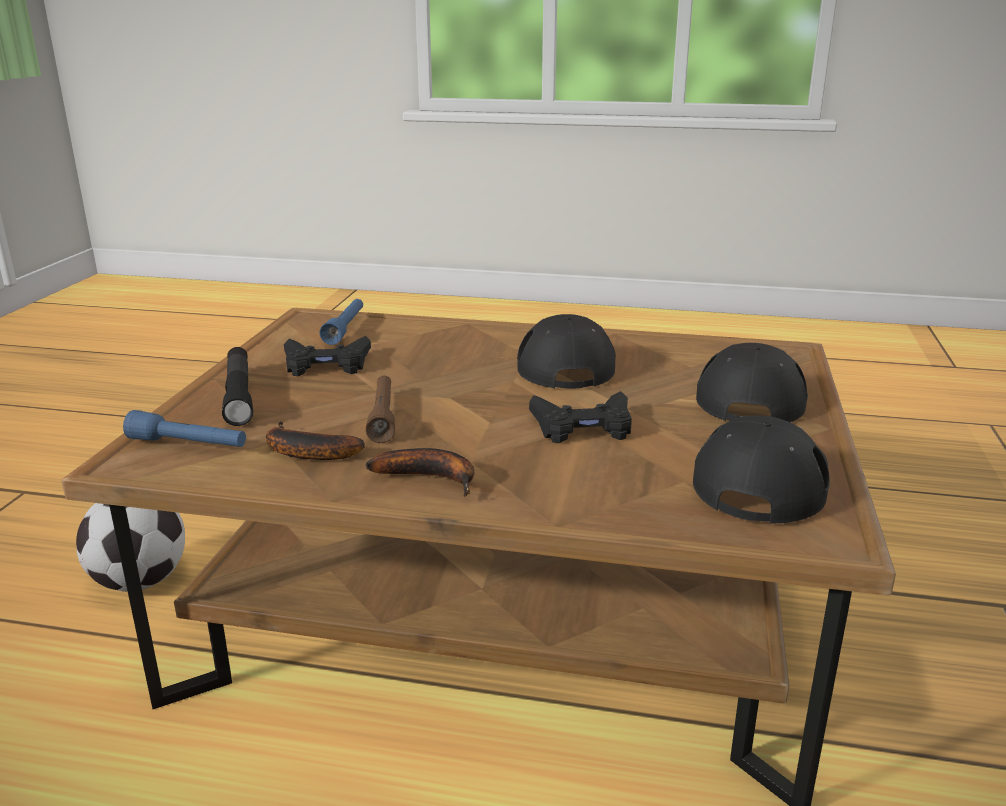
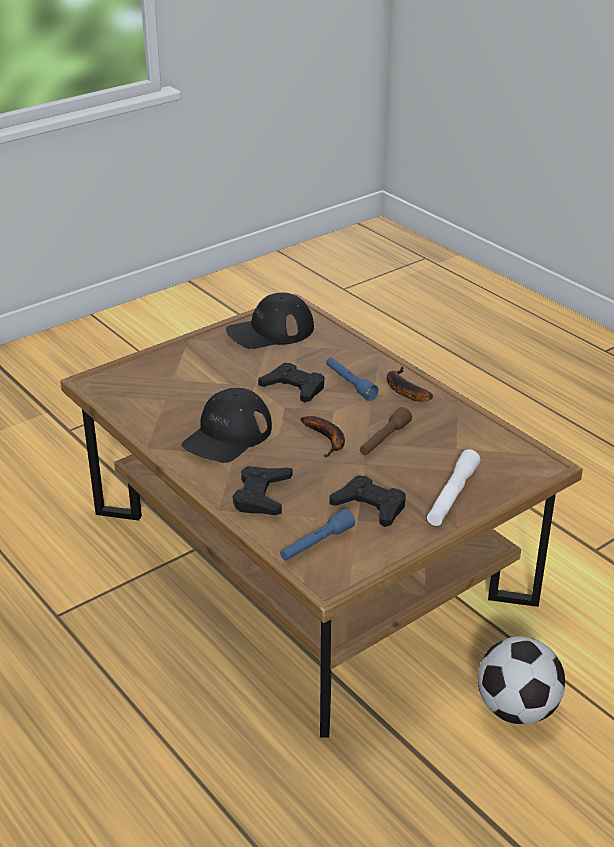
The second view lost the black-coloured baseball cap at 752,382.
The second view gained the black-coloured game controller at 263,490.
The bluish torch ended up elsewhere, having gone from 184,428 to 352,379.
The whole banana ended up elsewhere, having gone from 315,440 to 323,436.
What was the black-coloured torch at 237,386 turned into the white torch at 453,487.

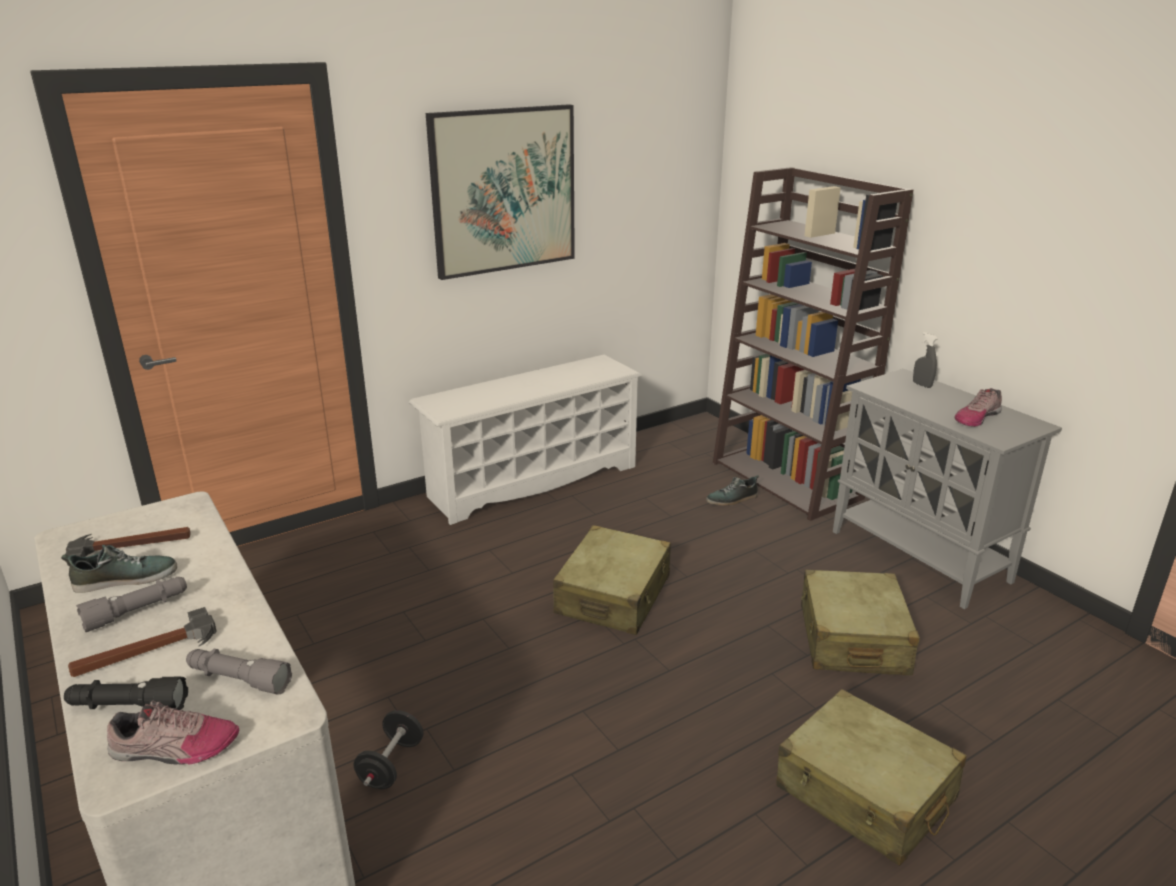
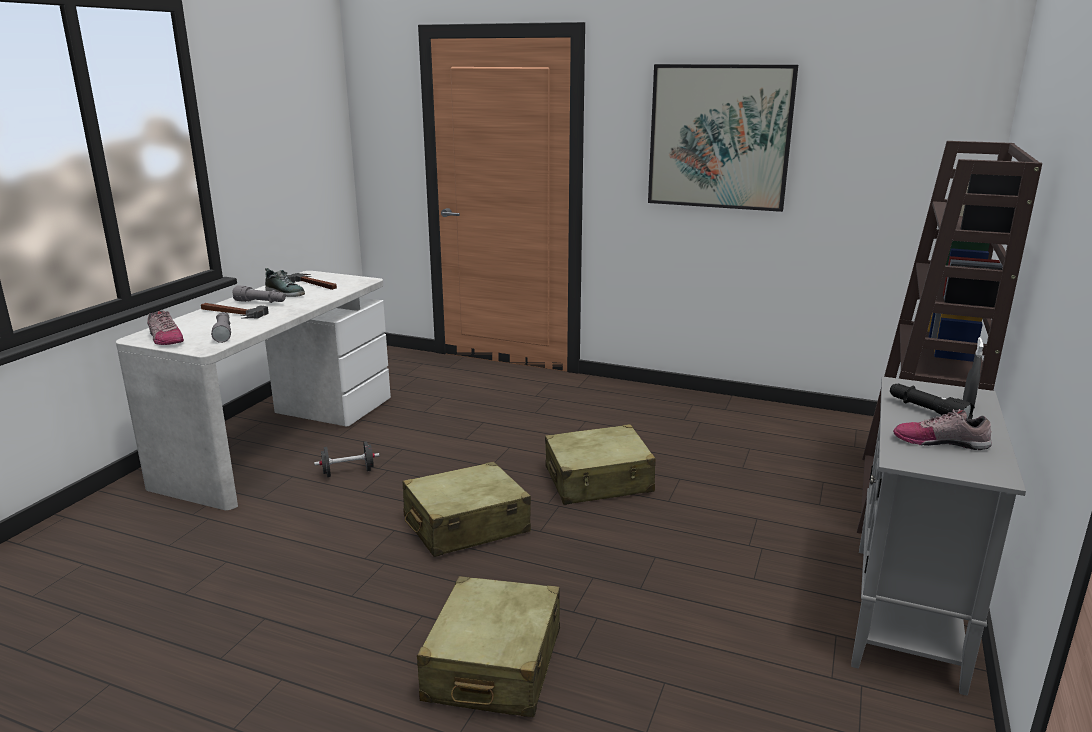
The second view lost the white shoe stand at 525,440.
The second view lost the item of footwear at 732,490.
The black-coloured torch ended up elsewhere, having gone from 126,693 to 932,401.
The beige travel case ended up elsewhere, having gone from 860,622 to 467,509.

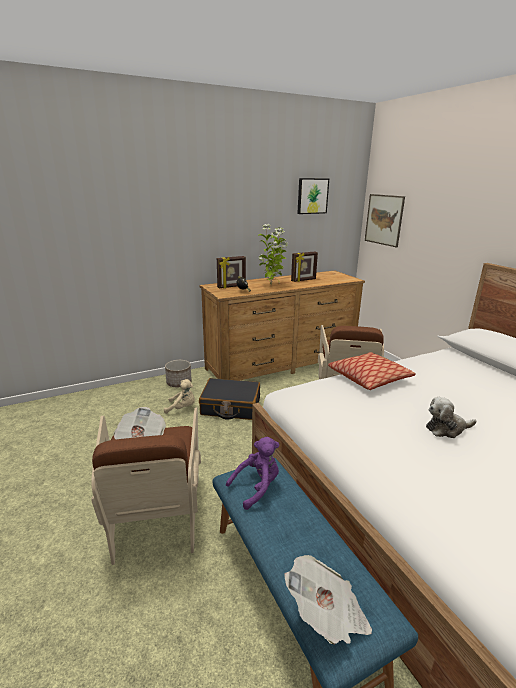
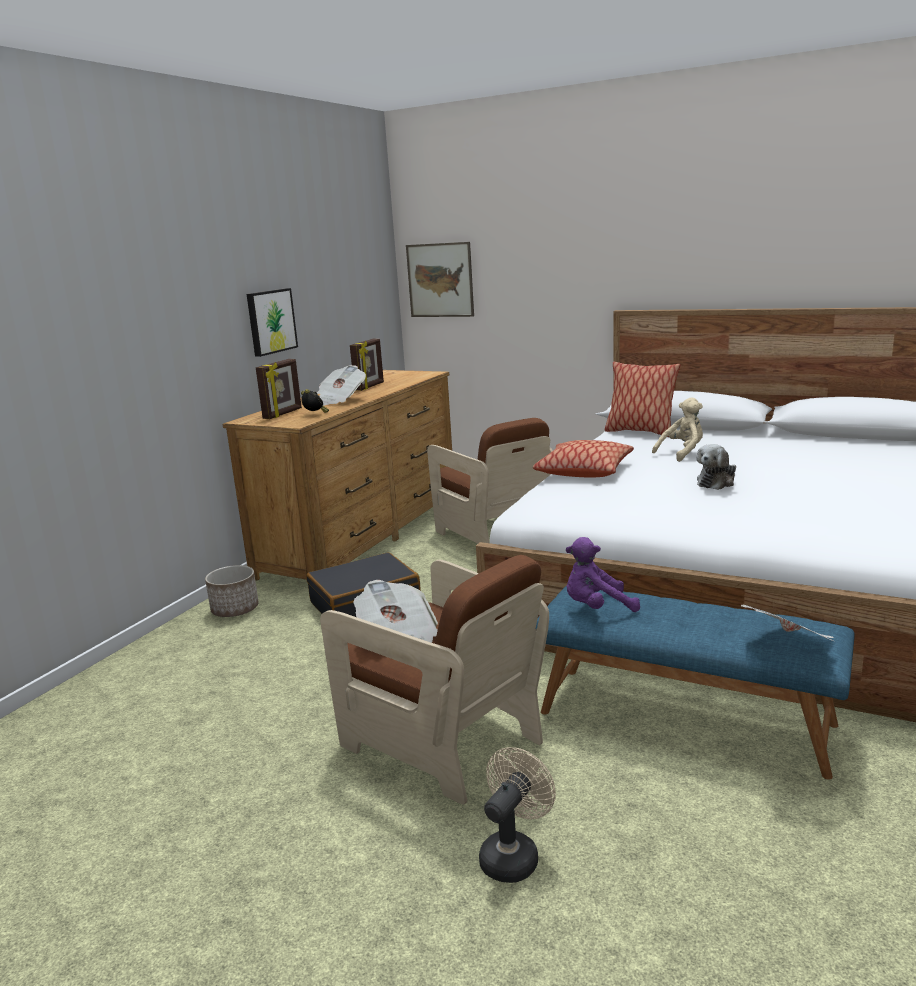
The second view gained the beige cooling fan at 517,815.
The second view gained the pillow at 642,399.
The beige cuddly toy ended up elsewhere, having gone from 179,396 to 677,429.
The wall picture ended up elsewhere, having gone from 313,196 to 272,322.
Where the potted plant stood at 273,254, the daily paper came to stand at 341,385.
The purplish cuddly toy at 253,473 ended up facing another way, 120 degrees counterclockwise from before.

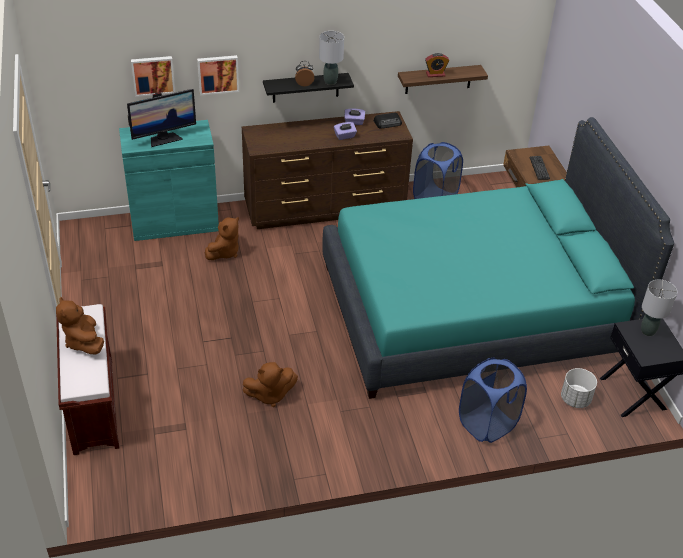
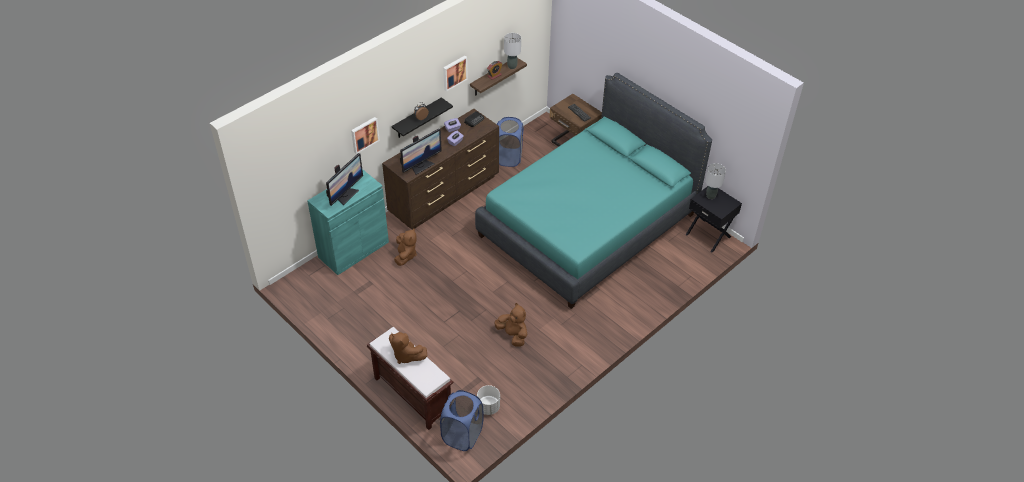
The second view gained the computer display at 421,152.
The wall picture ended up elsewhere, having gone from 153,76 to 455,74.
The greyish table lamp ended up elsewhere, having gone from 331,58 to 512,51.
The bluish laundry basket ended up elsewhere, having gone from 493,400 to 461,420.
The white flower pot ended up elsewhere, having gone from 579,388 to 488,400.
The brown cuddly toy at 270,384 ended up facing another way, 90 degrees counterclockwise from before.

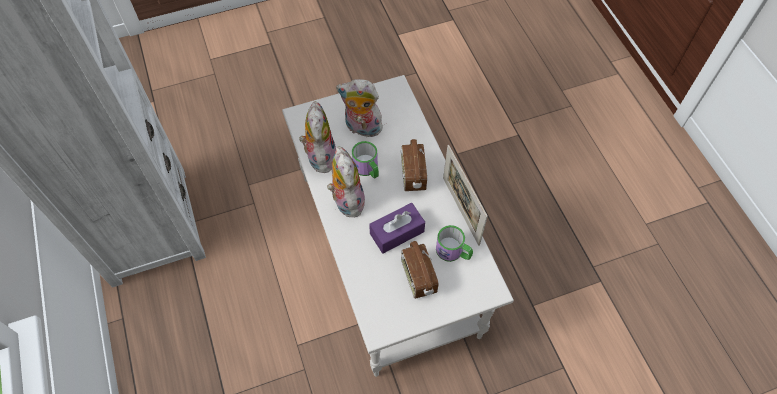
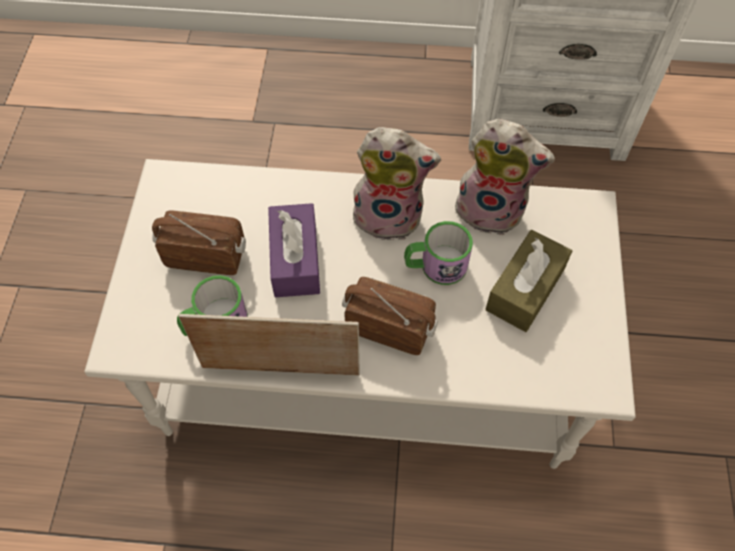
Where the cuddly toy stood at 359,108, the brown tissue holder came to stand at 529,281.

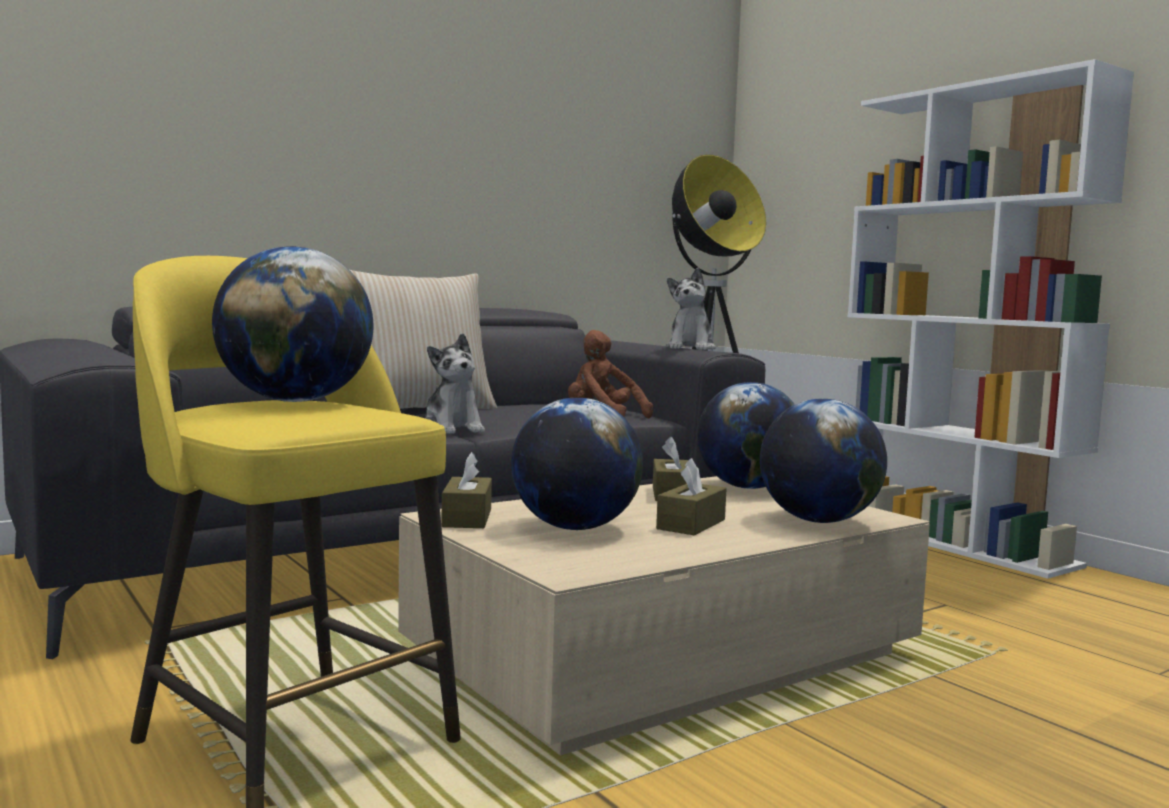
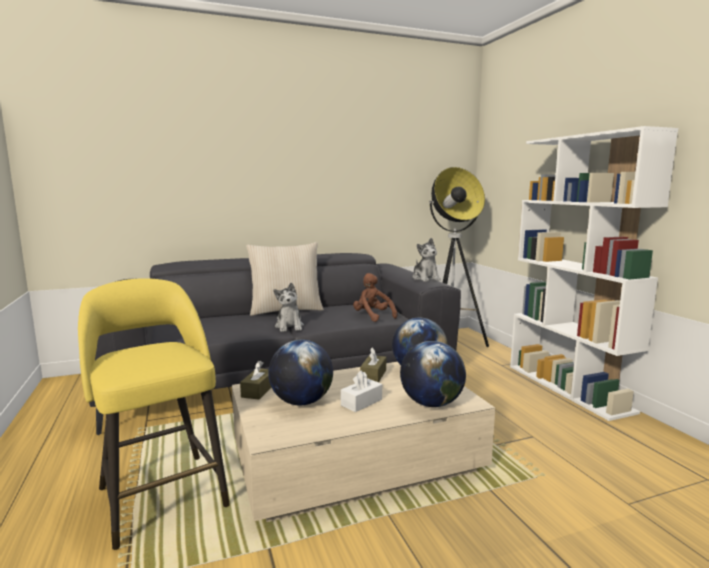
The second view lost the globe at 293,324.
What was the brown tissue holder at 691,496 turned into the white tissue holder at 361,391.
The cuddly toy at 691,309 ended up facing another way, 45 degrees counterclockwise from before.

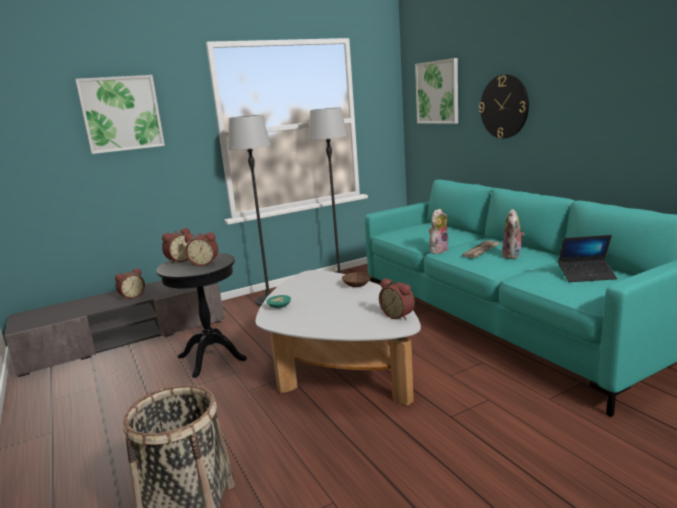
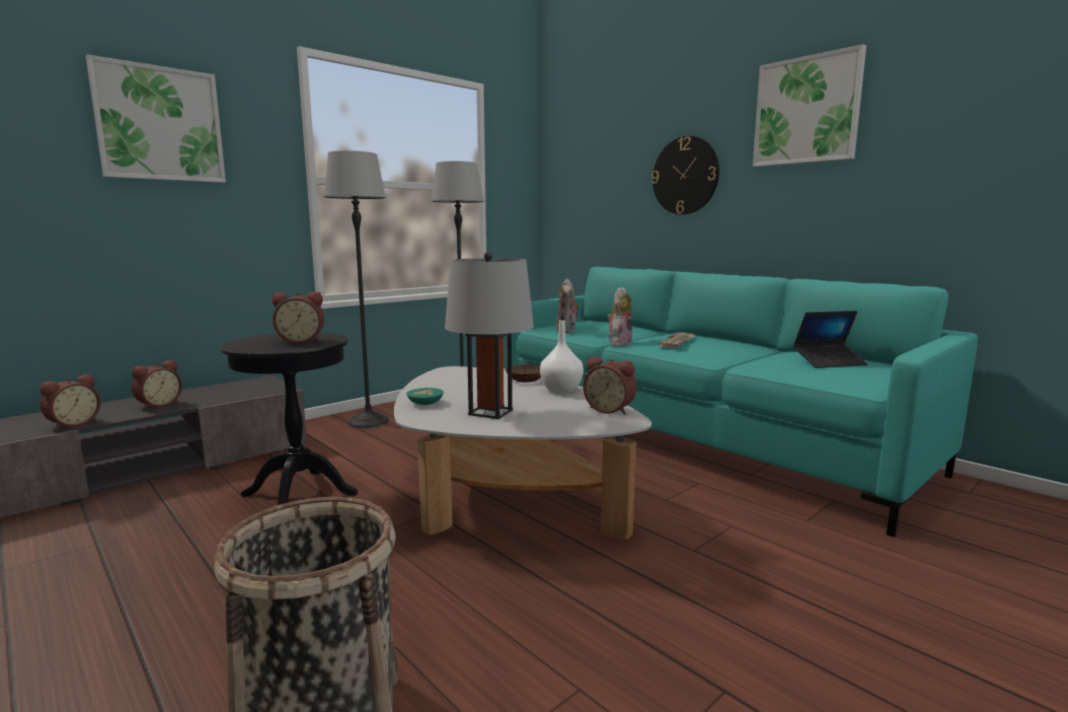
The second view gained the greyish table lamp at 489,335.
The second view gained the white decorative vase at 562,356.
The alarm clock ended up elsewhere, having gone from 176,246 to 70,402.
The wall picture ended up elsewhere, having gone from 436,91 to 810,105.
The cuddly toy ended up elsewhere, having gone from 513,234 to 568,306.

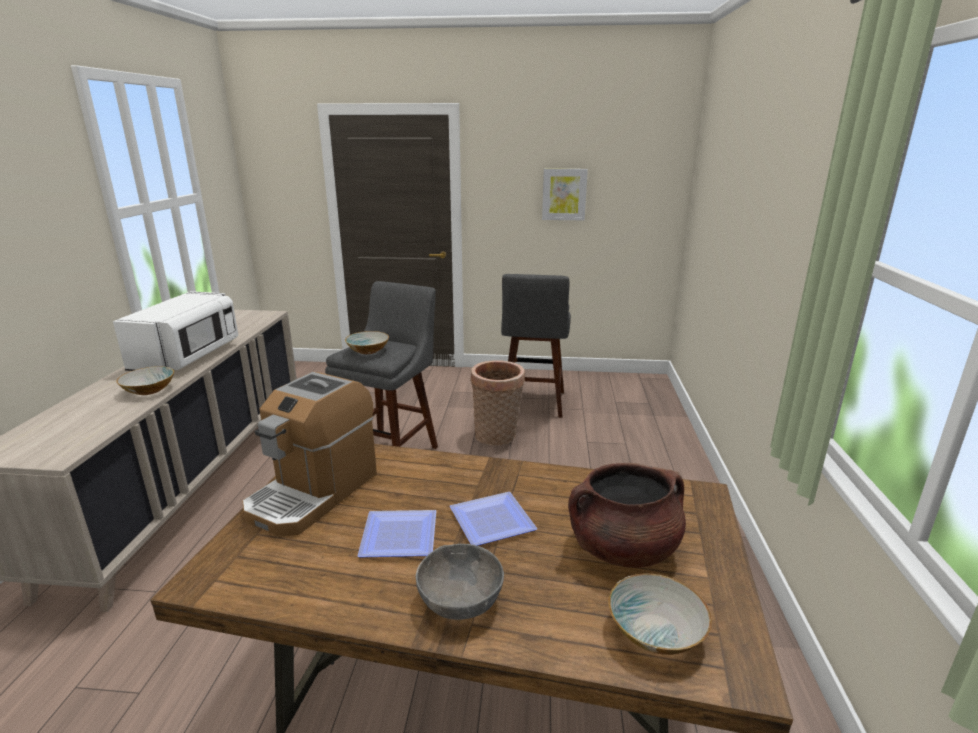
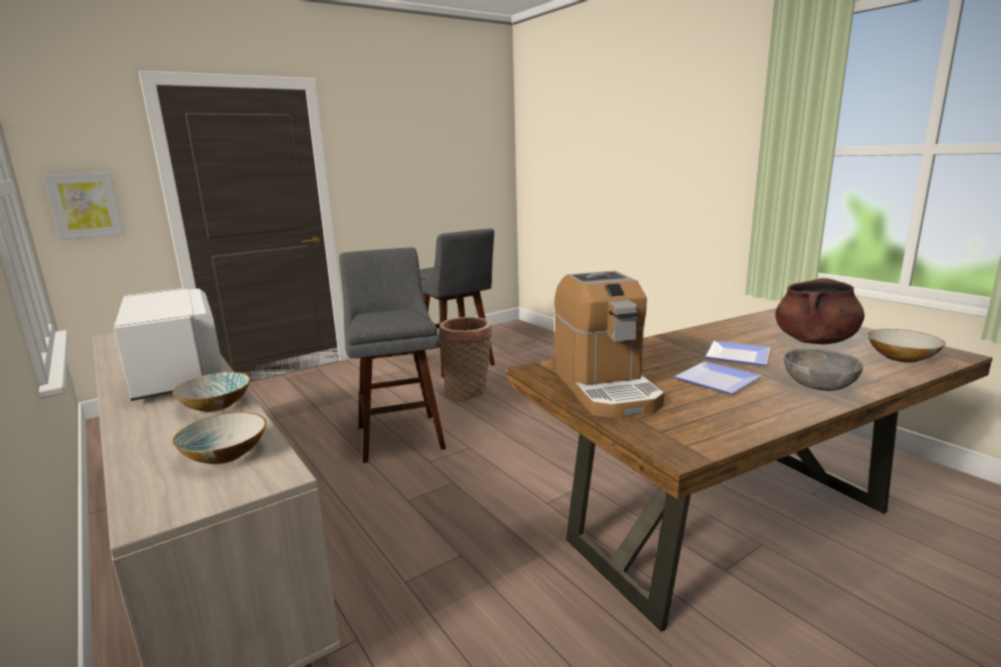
The bowl ended up elsewhere, having gone from 367,342 to 219,438.
The wall picture ended up elsewhere, having gone from 565,194 to 83,206.

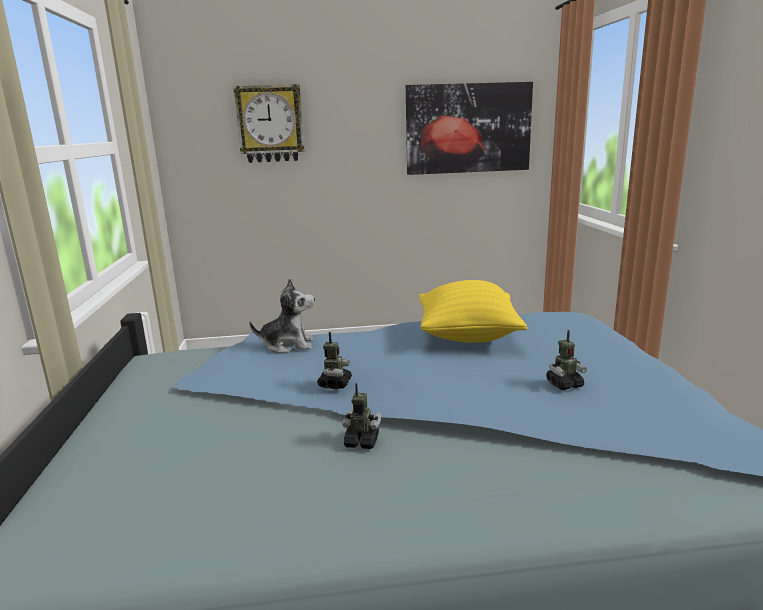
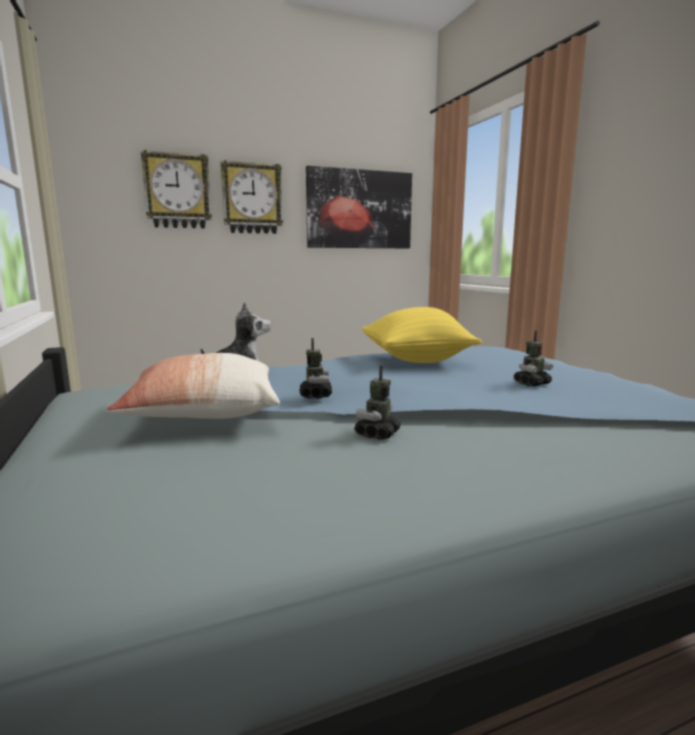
The second view gained the pillow at 193,386.
The second view gained the clock on the wall at 252,197.
The toy robot at 361,416 ended up facing another way, 60 degrees counterclockwise from before.

